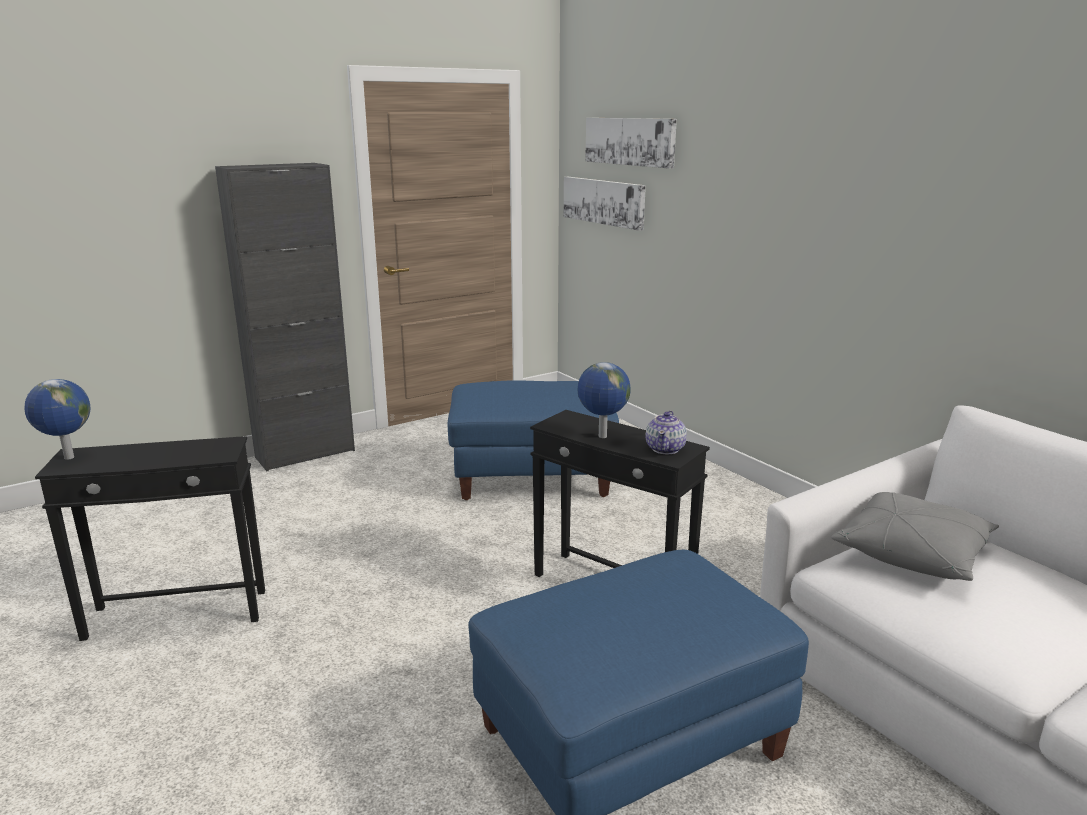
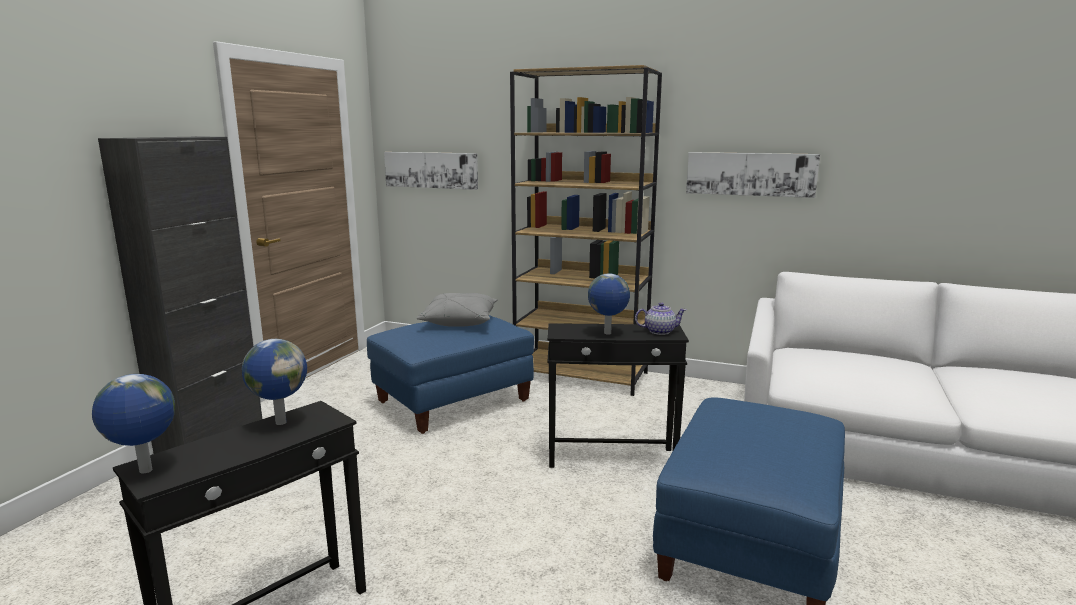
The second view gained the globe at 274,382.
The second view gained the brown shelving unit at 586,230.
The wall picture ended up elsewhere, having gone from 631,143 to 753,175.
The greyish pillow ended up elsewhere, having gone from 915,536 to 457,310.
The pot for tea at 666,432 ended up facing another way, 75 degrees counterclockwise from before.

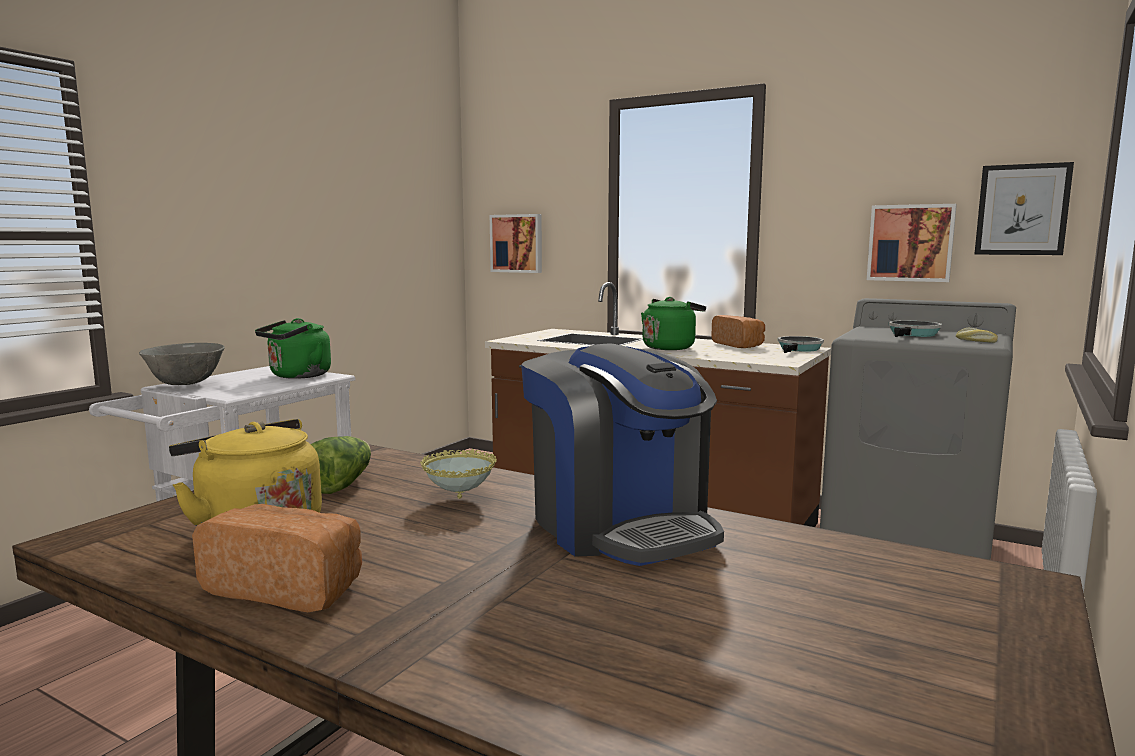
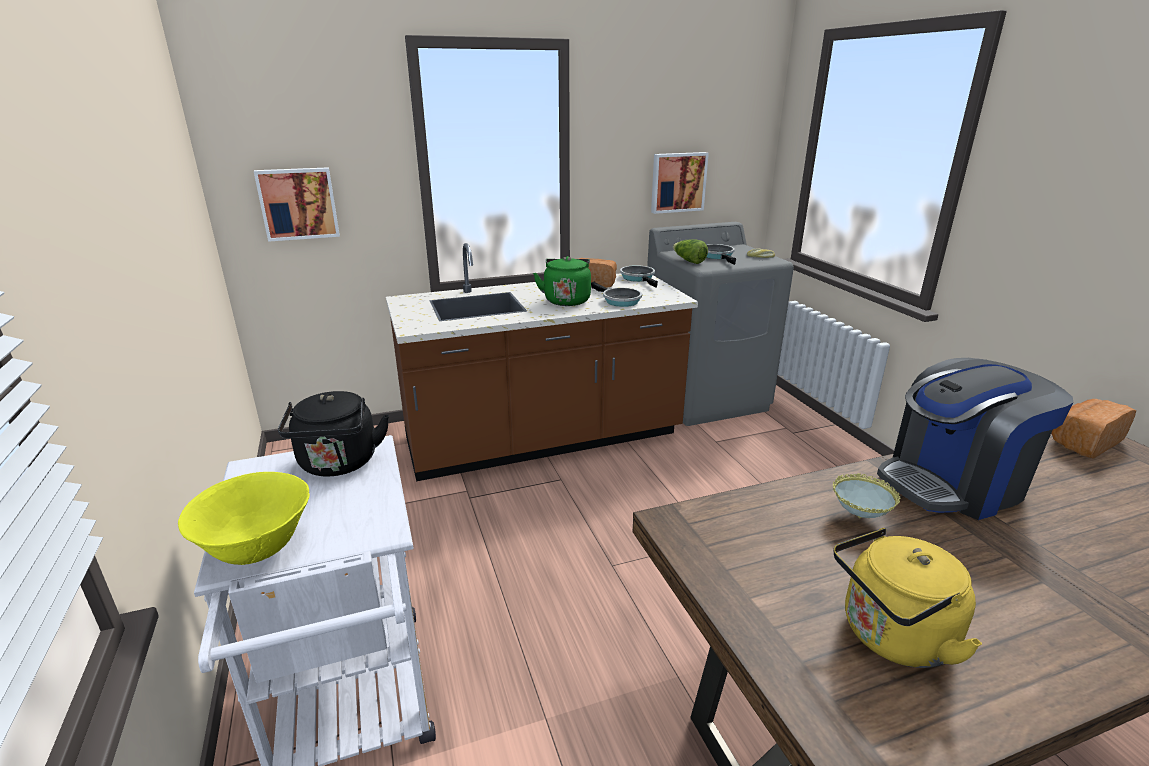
The second view lost the wall picture at 1024,208.
The second view gained the frying pan at 616,294.
The baked bread ended up elsewhere, having gone from 277,558 to 1094,429.
The lettuce head ended up elsewhere, having gone from 341,465 to 690,251.
What was the greyish bowl at 182,364 turned into the yellowish bowl at 244,518.
What was the green water kettle at 293,348 turned into the black-coloured water kettle at 333,434.
The coffee maker at 622,455 ended up facing another way, 150 degrees clockwise from before.

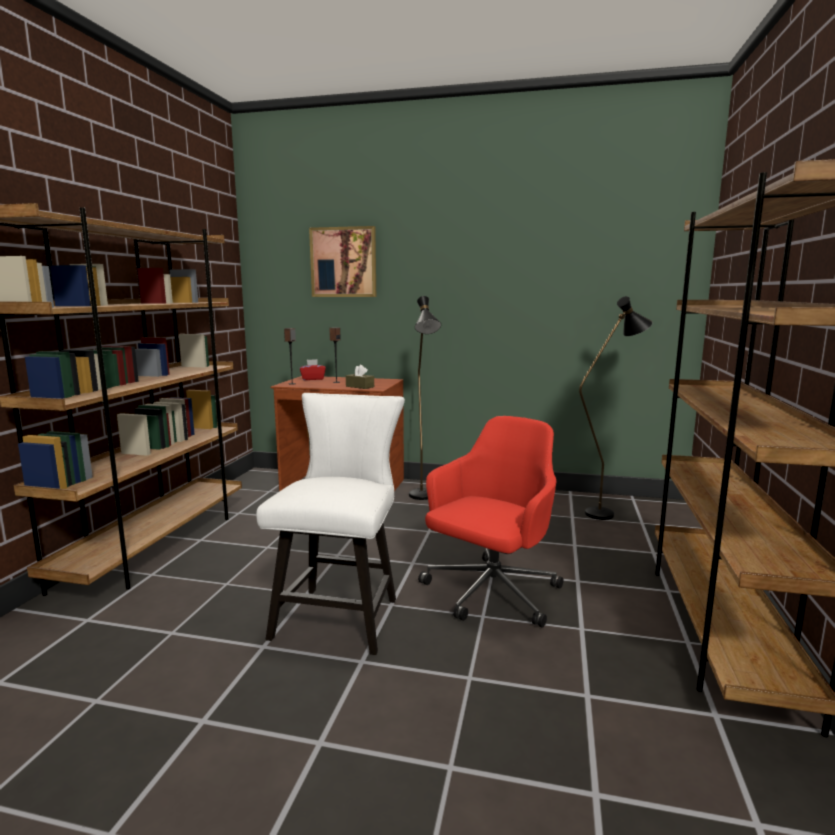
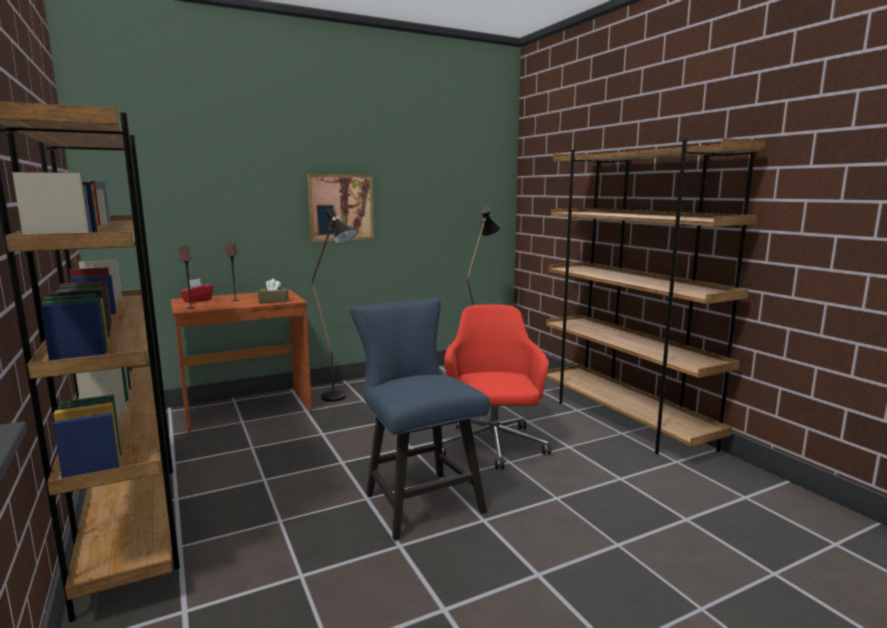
The wall picture ended up elsewhere, having gone from 342,261 to 340,208.
What was the white plain chair at 330,524 turned into the bluish plain chair at 419,419.

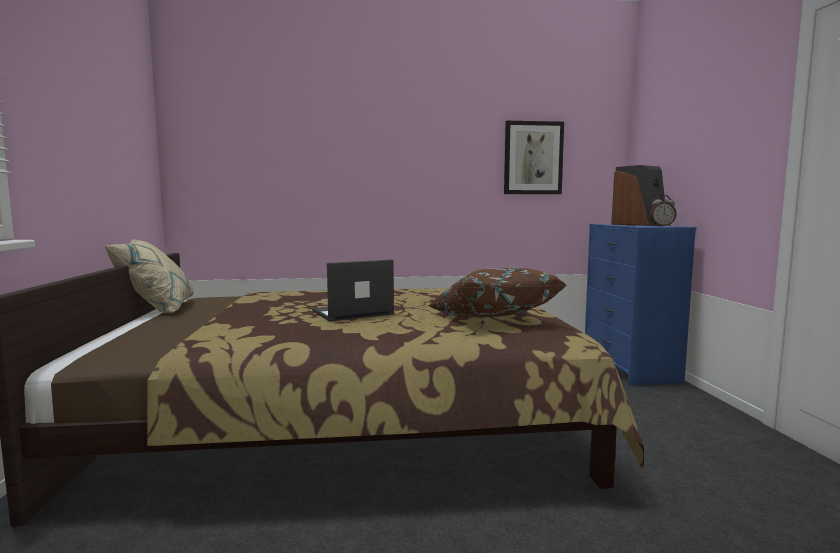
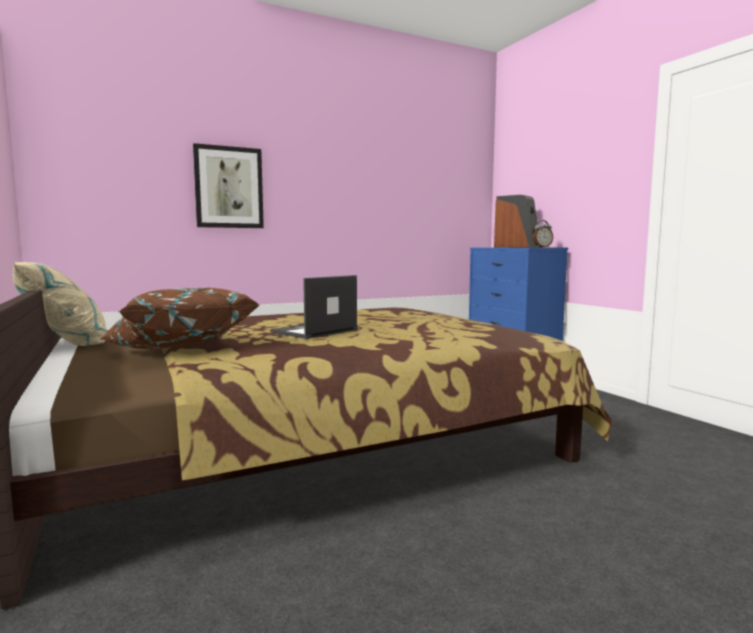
The brown pillow ended up elsewhere, having gone from 497,293 to 180,318.
The wall picture ended up elsewhere, having gone from 534,157 to 228,185.

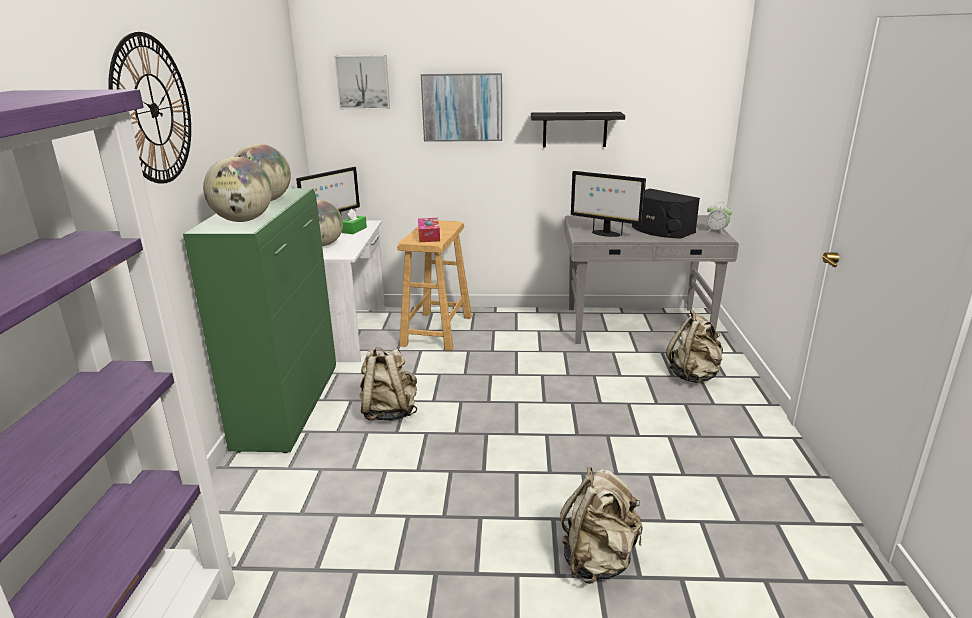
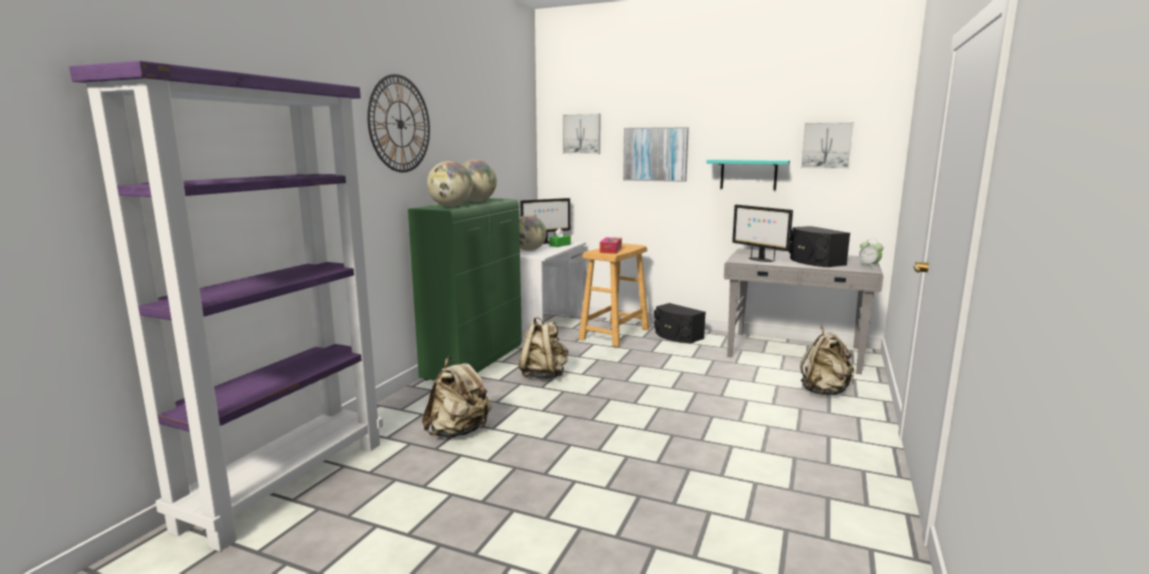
The second view gained the black-coloured speaker at 680,323.
The second view gained the wall picture at 827,145.
The beige rucksack ended up elsewhere, having gone from 601,525 to 457,397.
What was the black-coloured bracket shelf at 578,129 turned into the turquoise bracket shelf at 748,174.

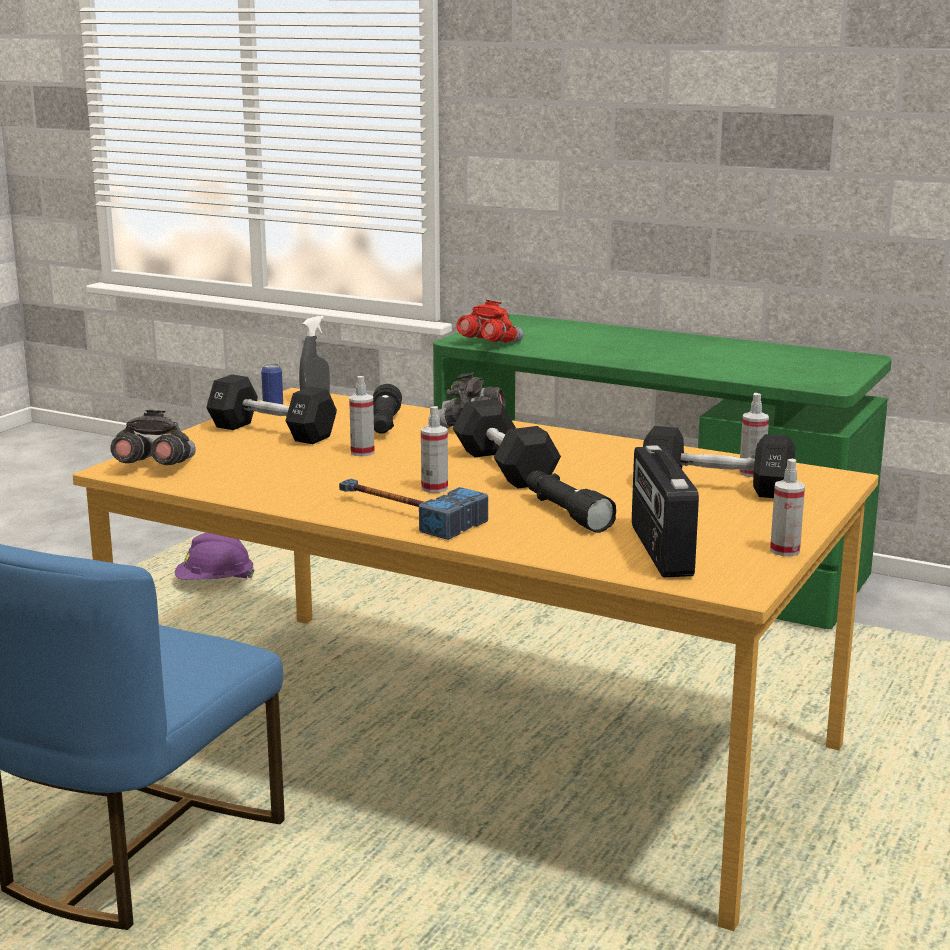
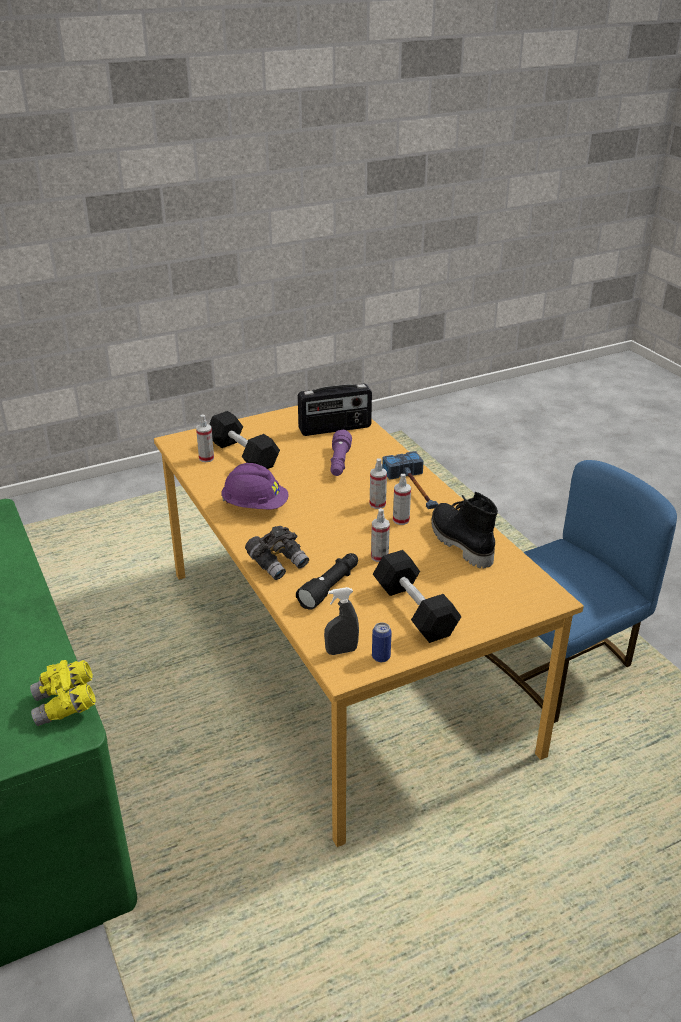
The second view lost the greyish pair of binoculars at 153,437.
The second view lost the black-coloured hand weight at 507,444.
The second view gained the black-coloured boot at 464,530.
The purplish hard hat ended up elsewhere, having gone from 215,556 to 255,486.
The spray bottle ended up elsewhere, having gone from 787,507 to 402,499.
What was the red pair of binoculars at 490,321 turned into the yellowish pair of binoculars at 63,693.
What was the black-coloured torch at 571,502 turned into the purplish torch at 341,453.
The radio at 665,511 ended up facing another way, 45 degrees clockwise from before.

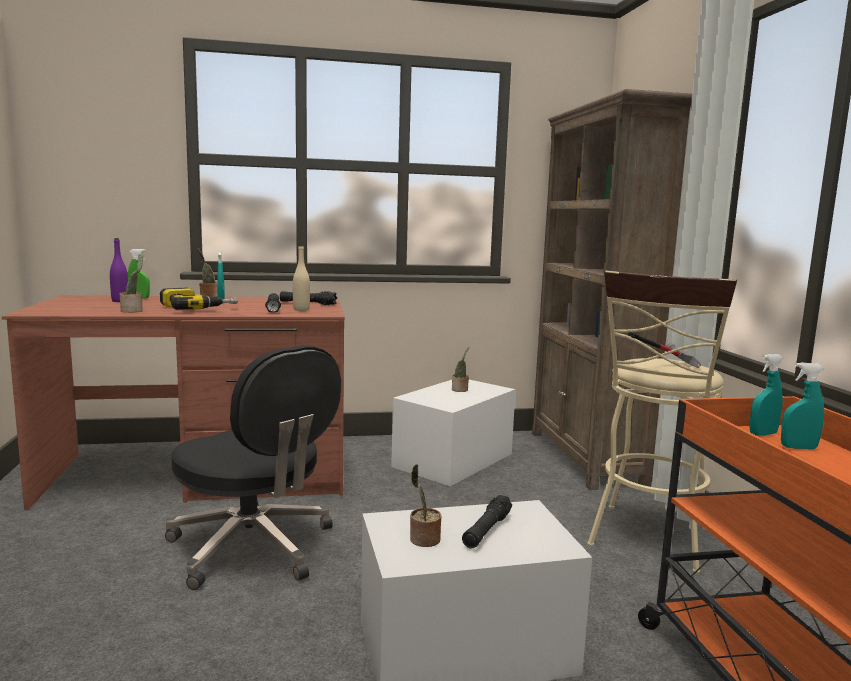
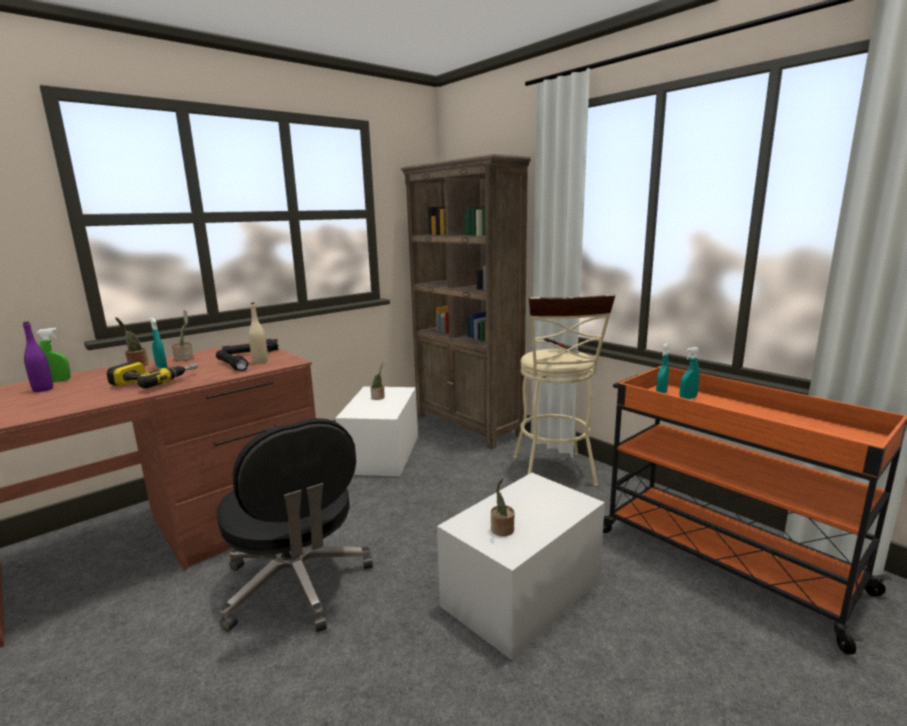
The second view lost the black-coloured torch at 487,521.
The potted plant ended up elsewhere, having gone from 132,283 to 183,335.
The black-coloured computer chair at 253,467 ended up facing another way, 45 degrees clockwise from before.

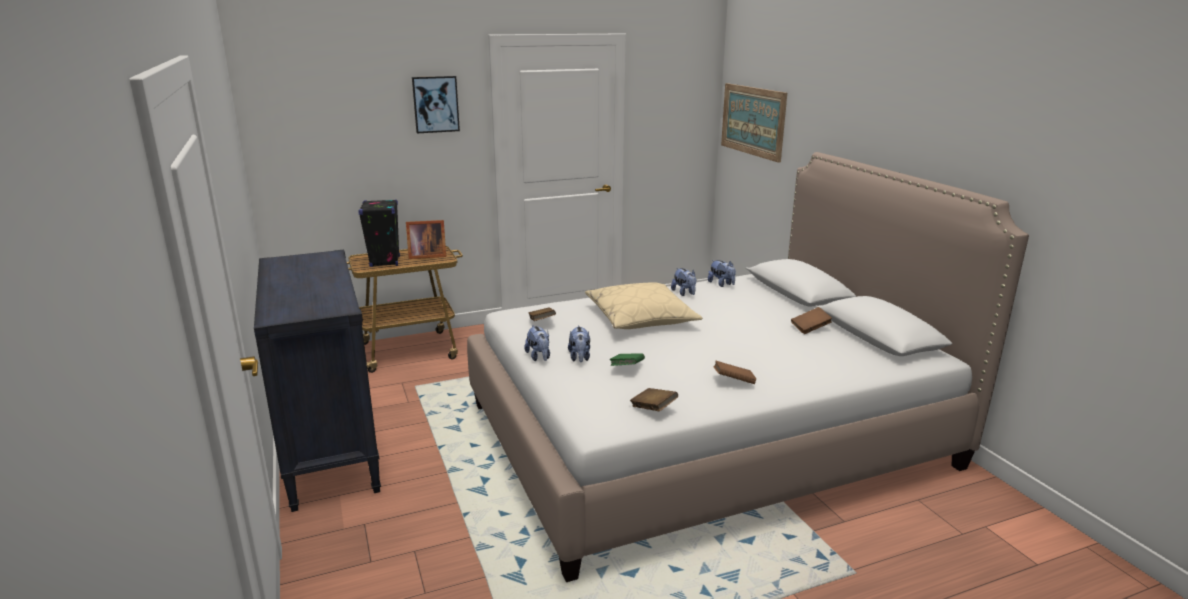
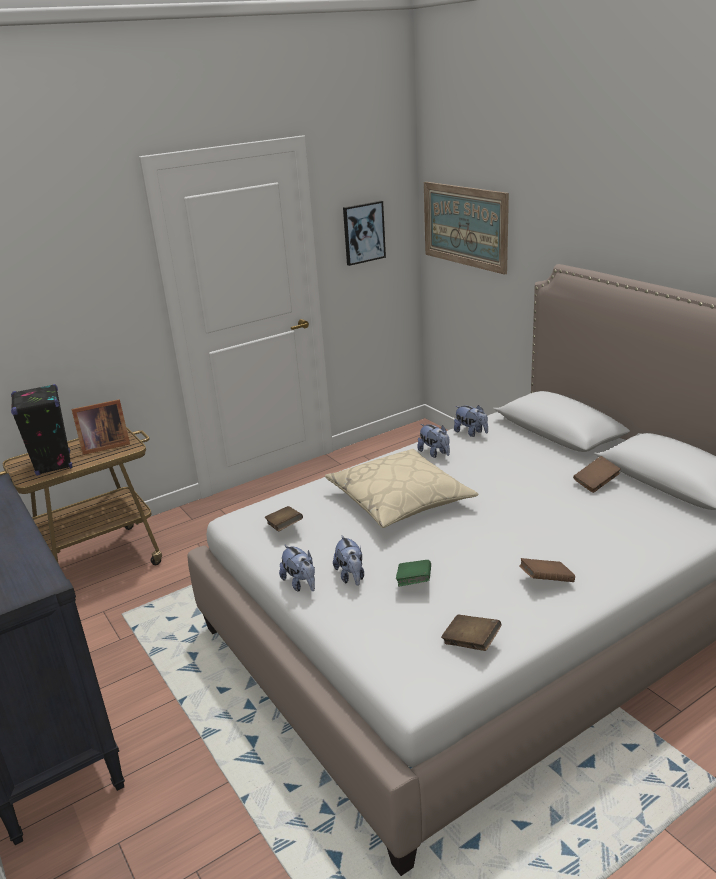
The wall picture ended up elsewhere, having gone from 436,104 to 364,233.

